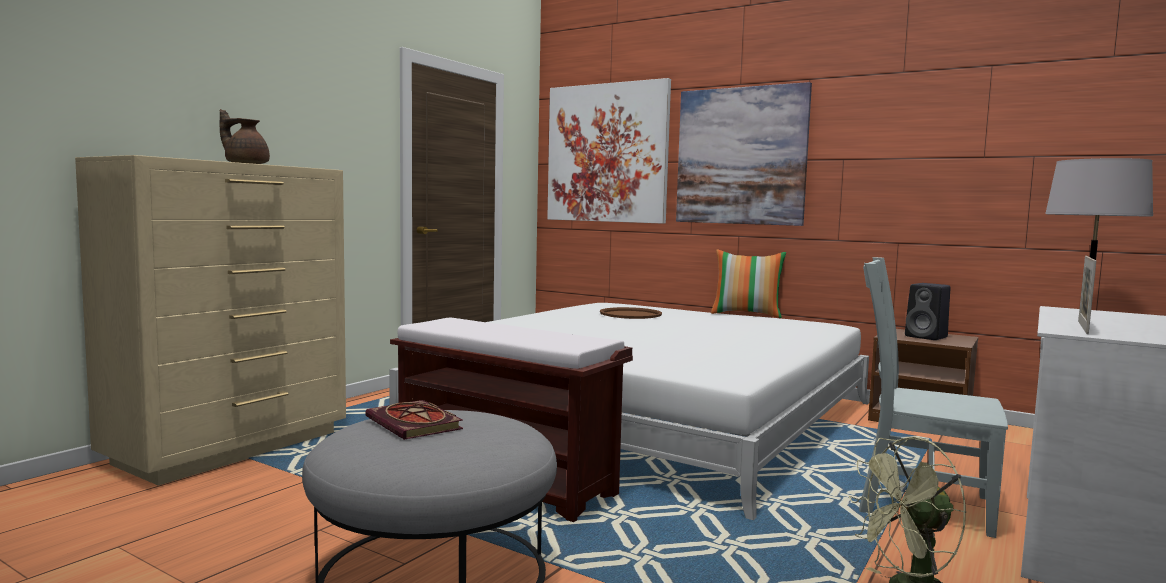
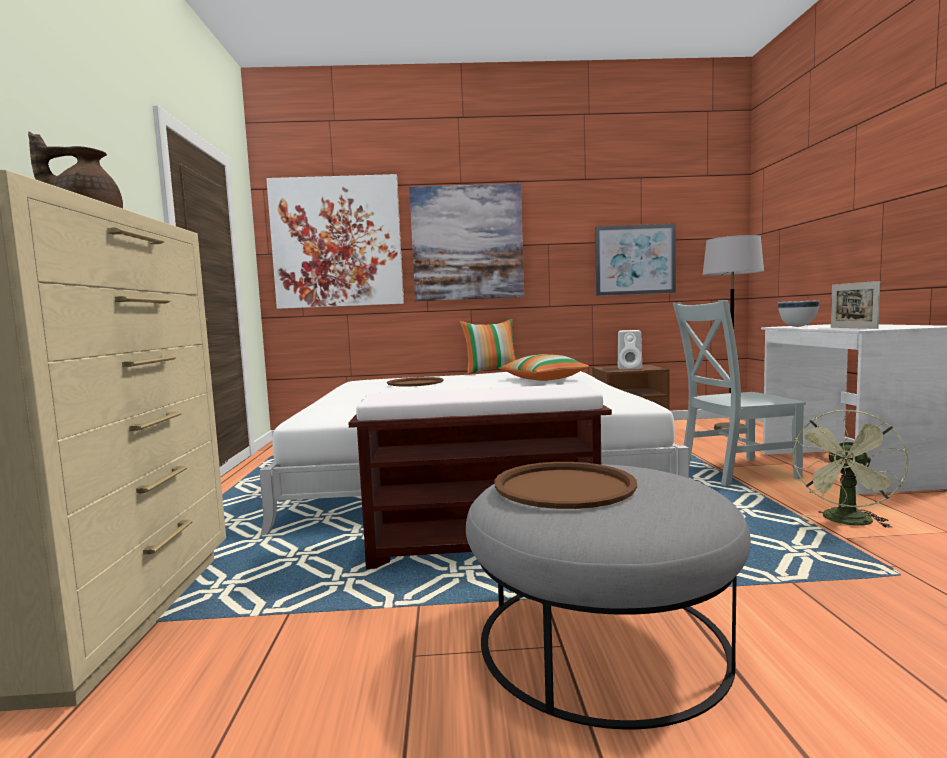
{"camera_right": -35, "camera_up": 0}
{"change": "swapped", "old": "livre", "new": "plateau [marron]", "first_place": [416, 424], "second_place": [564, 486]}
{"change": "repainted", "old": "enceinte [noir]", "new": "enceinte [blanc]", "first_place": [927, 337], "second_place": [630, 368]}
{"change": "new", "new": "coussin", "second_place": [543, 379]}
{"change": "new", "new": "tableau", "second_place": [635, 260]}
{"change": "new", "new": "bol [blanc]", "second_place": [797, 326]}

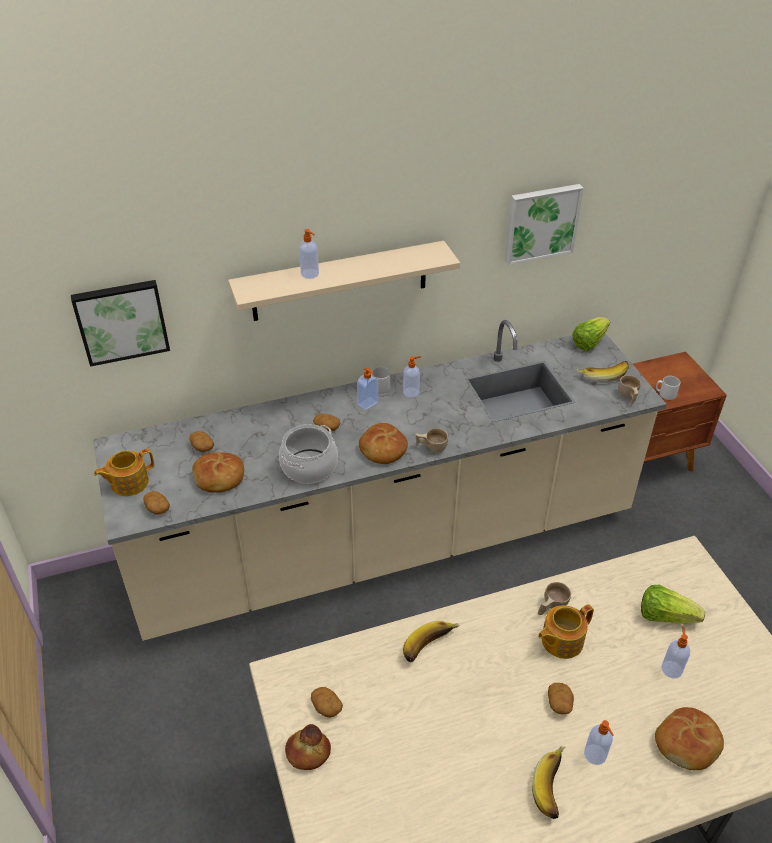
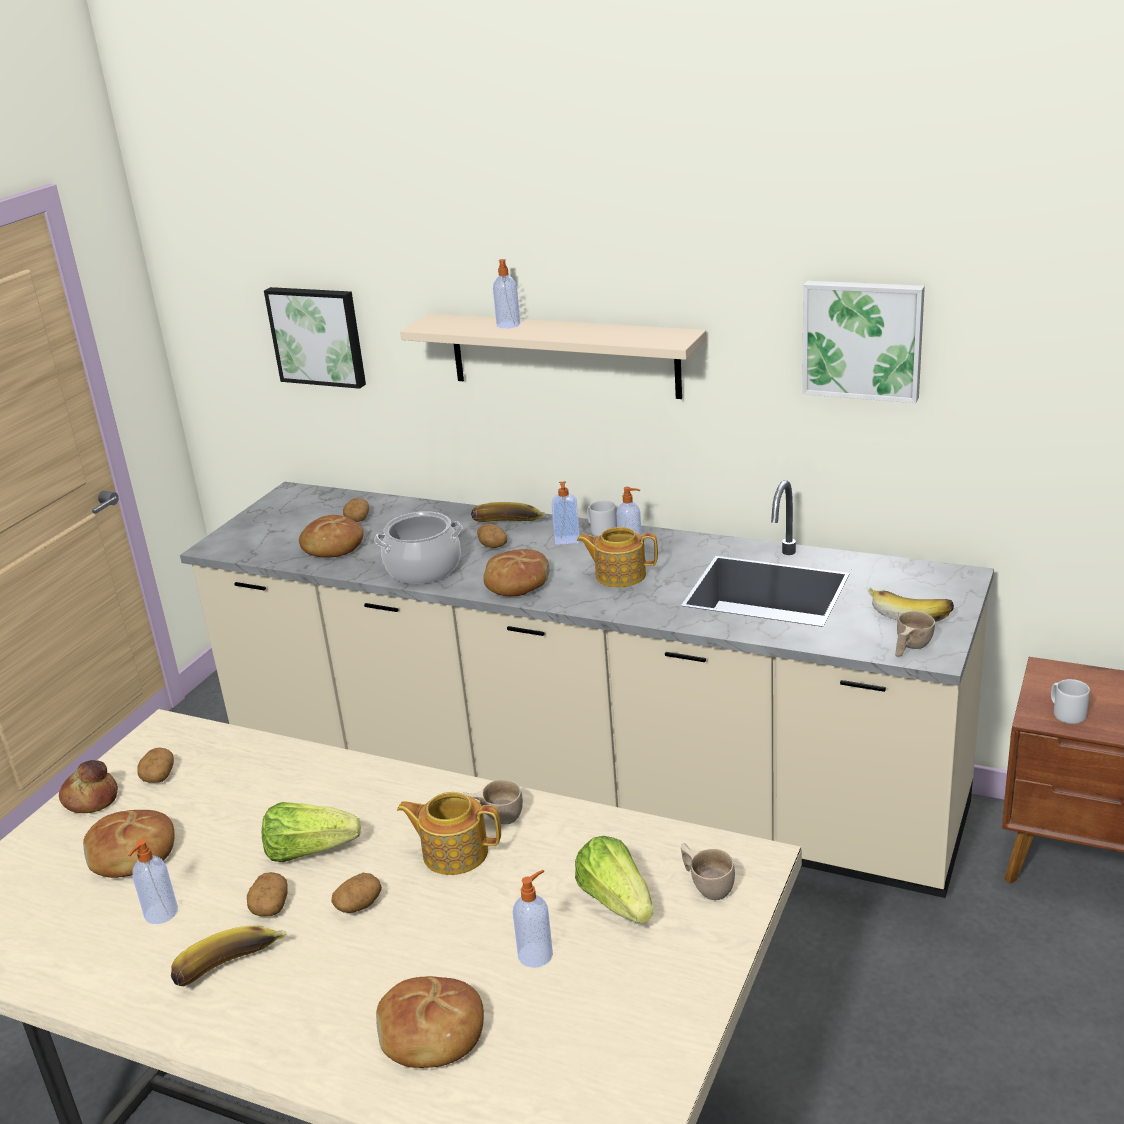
{"camera_right": 45, "camera_up": -15}
{"change": "shifted", "old": "théière", "first_place": [128, 483], "second_place": [619, 575]}
{"change": "shifted", "old": "pomme de terre", "first_place": [157, 508], "second_place": [269, 905]}
{"change": "shifted", "old": "banane", "first_place": [430, 648], "second_place": [508, 526]}
{"change": "shifted", "old": "tasse [beige]", "first_place": [431, 447], "second_place": [707, 885]}
{"change": "shifted", "old": "laitue", "first_place": [589, 342], "second_place": [309, 851]}
{"change": "shifted", "old": "distributeur de savon", "first_place": [595, 755], "second_place": [160, 914]}
{"change": "new", "new": "pain", "second_place": [132, 855]}

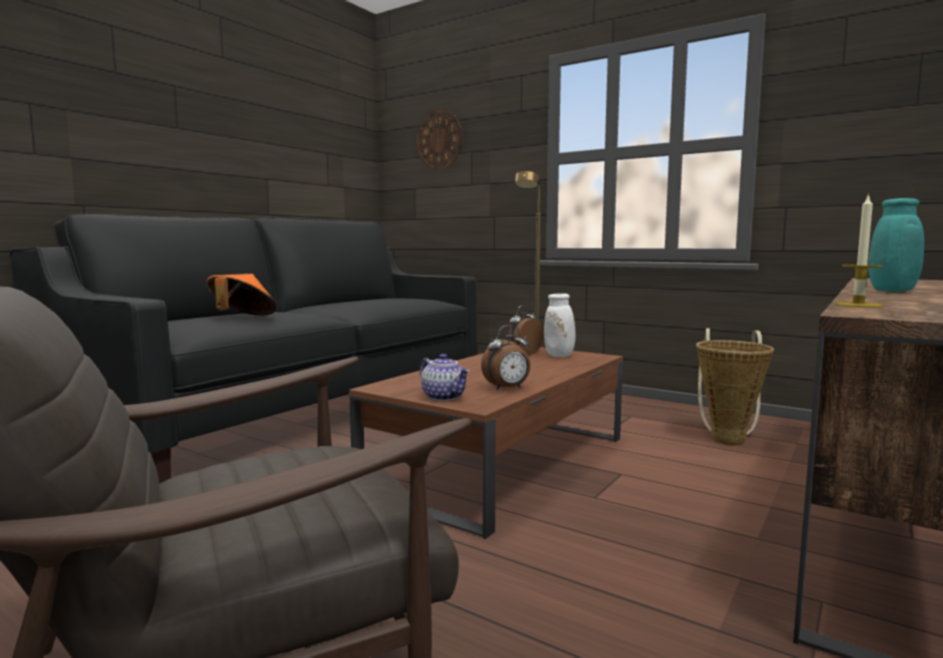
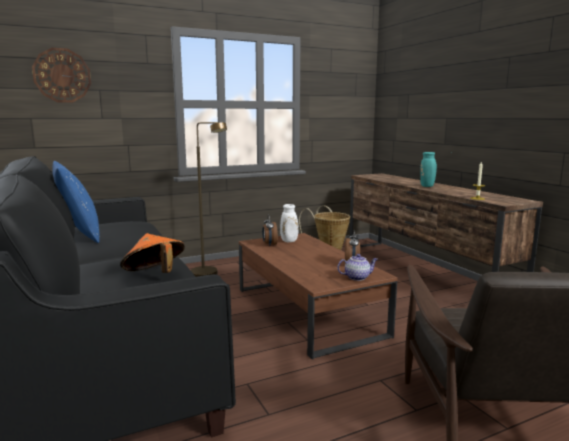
{"camera_right": -60, "camera_up": 5}
{"change": "new", "new": "coussin [bleu]", "second_place": [79, 235]}

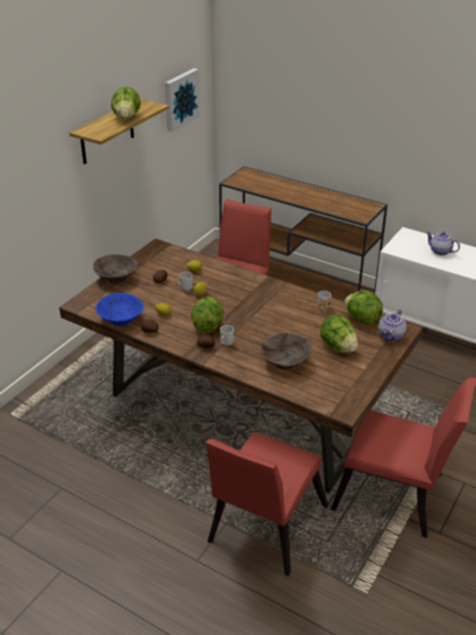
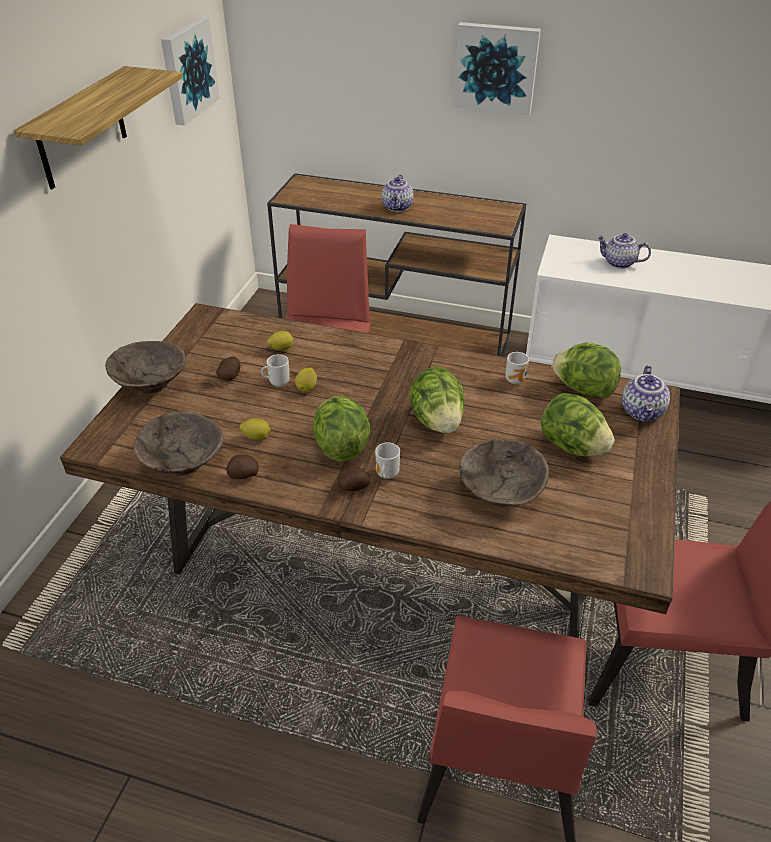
{"camera_right": -15, "camera_up": 5}
{"change": "repainted", "old": "bol [bleu]", "new": "bol [marron]", "first_place": [120, 320], "second_place": [182, 462]}
{"change": "shifted", "old": "laitue", "first_place": [127, 117], "second_place": [437, 421]}
{"change": "new", "new": "théière", "second_place": [398, 207]}
{"change": "new", "new": "tableau", "second_place": [496, 68]}

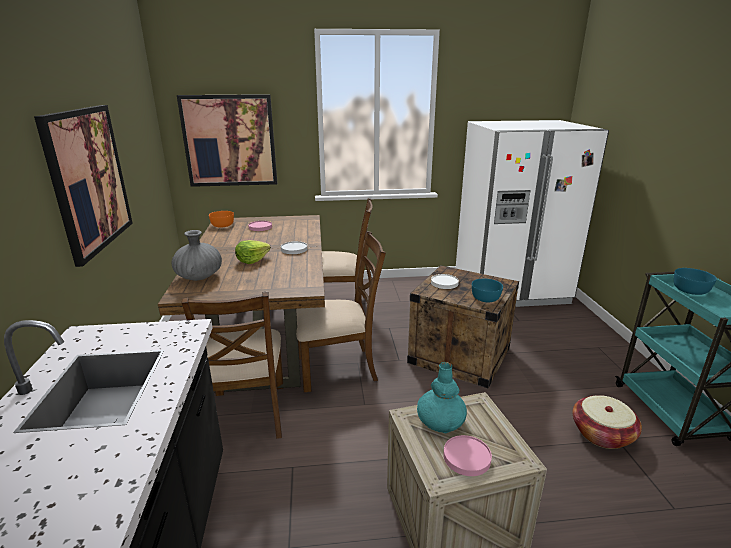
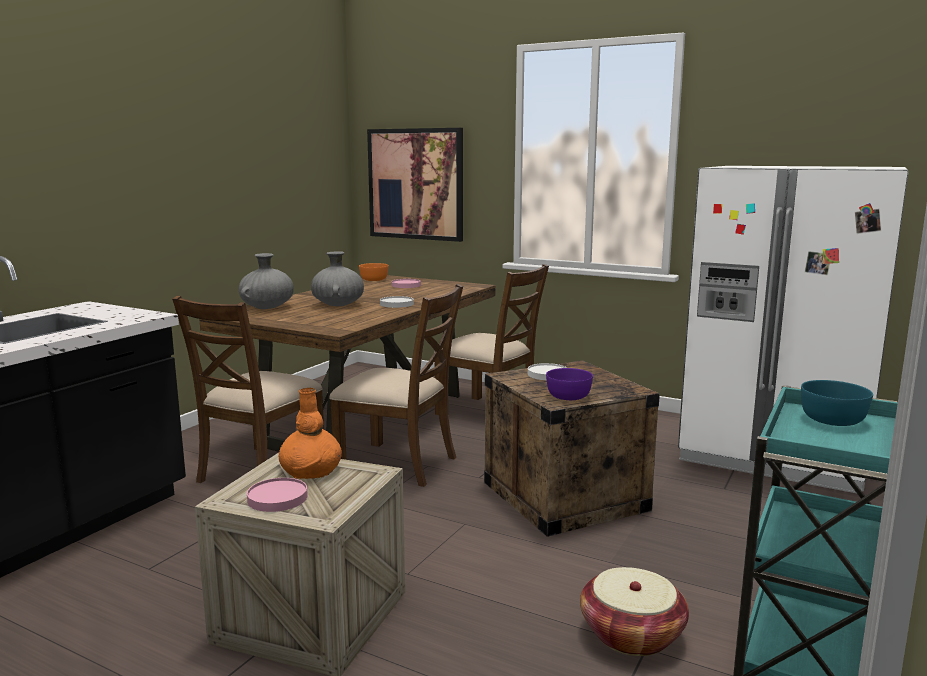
{"camera_right": 35, "camera_up": -10}
{"change": "gone", "old": "tableau", "first_place": [89, 180]}
{"change": "swapped", "old": "laitue", "new": "vase [gris]", "first_place": [252, 260], "second_place": [338, 305]}
{"change": "repainted", "old": "vase [turquoise]", "new": "vase [orange]", "first_place": [441, 420], "second_place": [311, 470]}
{"change": "repainted", "old": "bol [turquoise]", "new": "bol [violet]", "first_place": [486, 298], "second_place": [569, 396]}

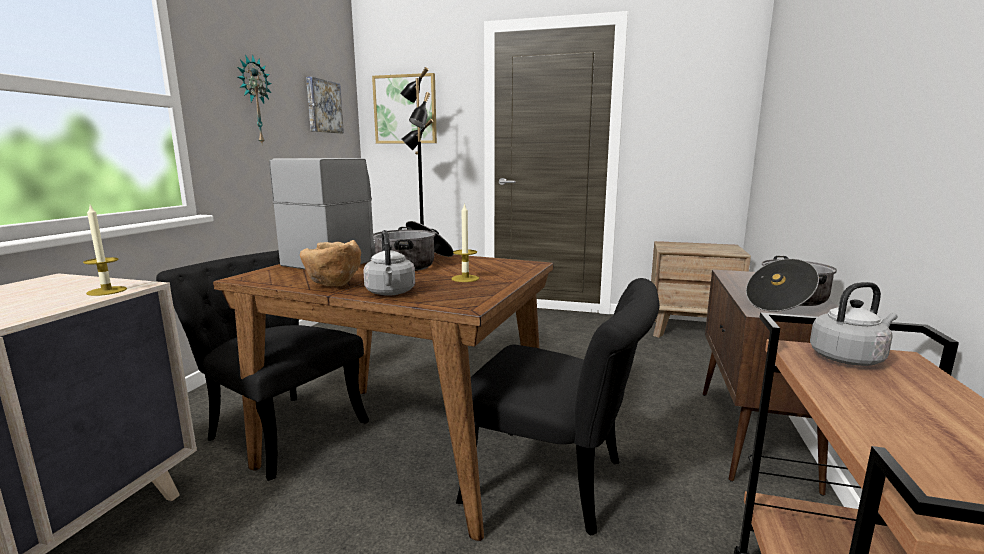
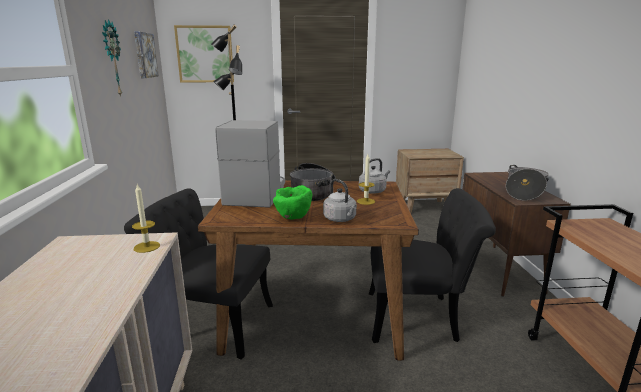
{"camera_right": -20, "camera_up": 5}
{"change": "repainted", "old": "bol [marron]", "new": "bol [vert]", "first_place": [333, 285], "second_place": [293, 218]}
{"change": "shifted", "old": "bouilloire [gris]", "first_place": [849, 358], "second_place": [373, 191]}

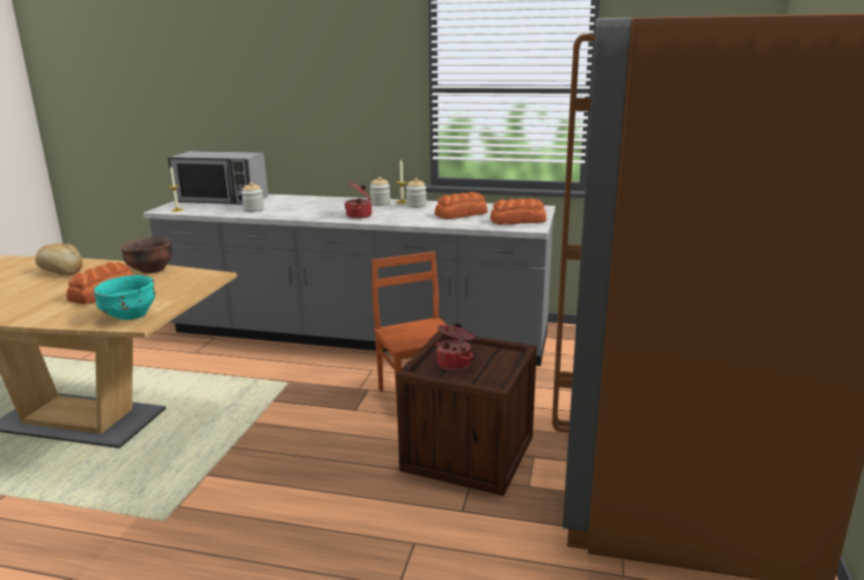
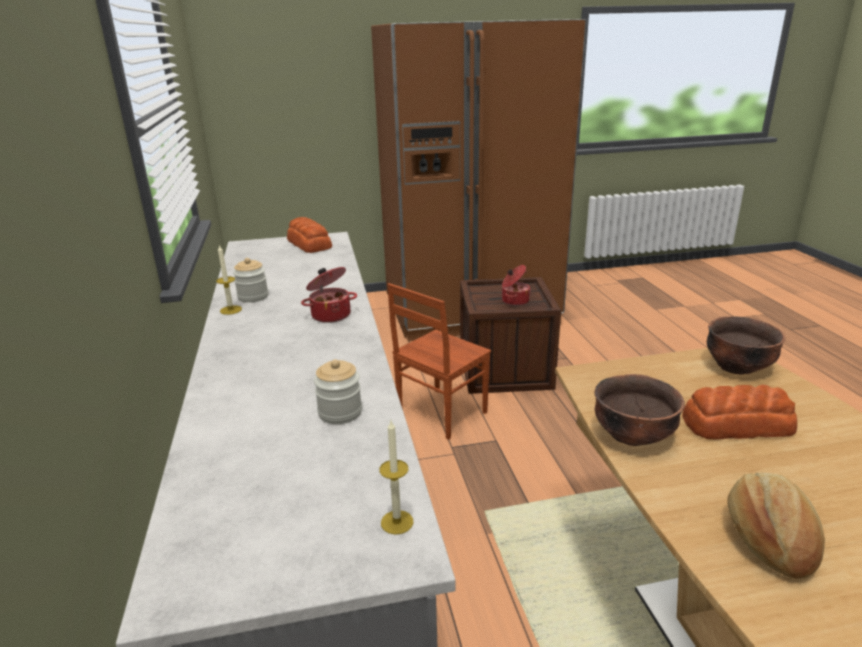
{"camera_right": -115, "camera_up": 5}
{"change": "repainted", "old": "bol [turquoise]", "new": "bol [marron]", "first_place": [130, 316], "second_place": [737, 367]}
{"change": "gone", "old": "micro-ondes", "first_place": [221, 200]}
{"change": "gone", "old": "bocal", "first_place": [380, 204]}
{"change": "gone", "old": "pain", "first_place": [462, 214]}

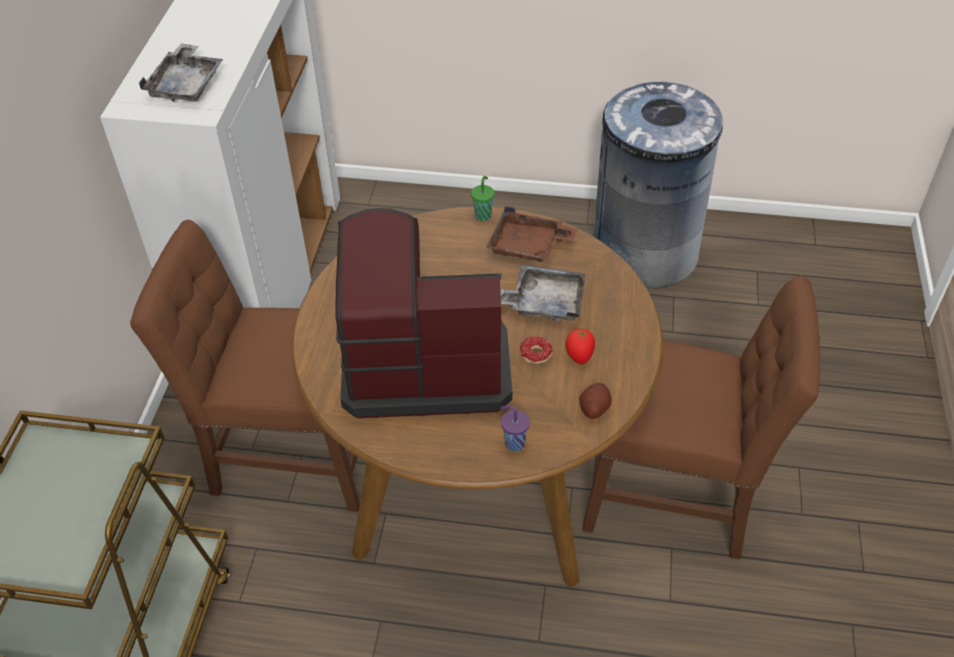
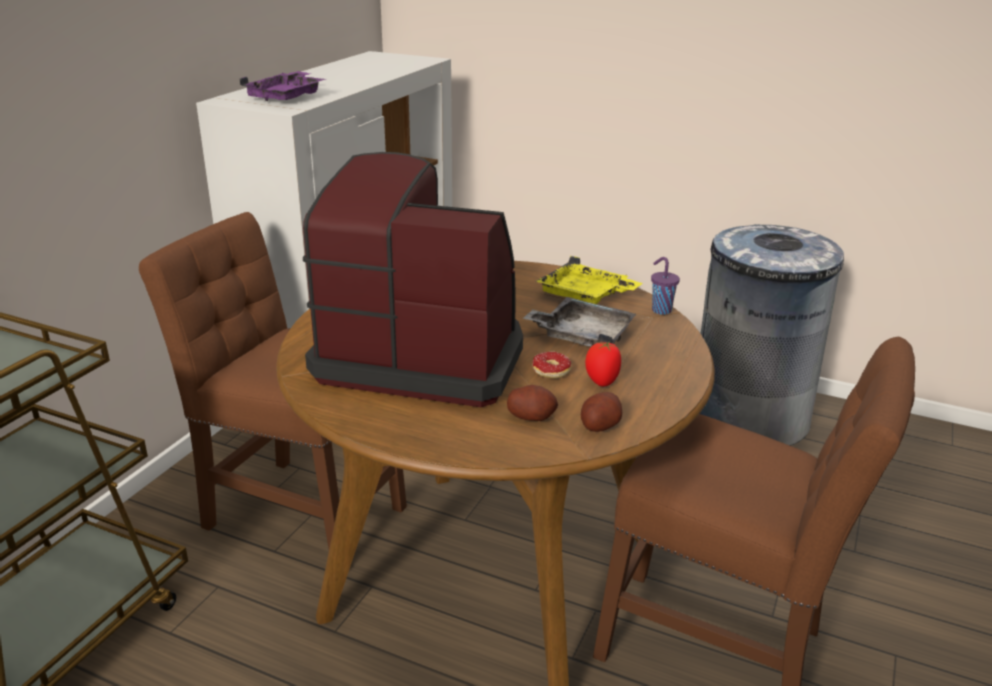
{"camera_right": 15, "camera_up": -20}
{"change": "repainted", "old": "plateau [gris]", "new": "plateau [violet]", "first_place": [186, 85], "second_place": [287, 97]}
{"change": "gone", "old": "tasse [vert]", "first_place": [483, 215]}
{"change": "repainted", "old": "plateau [marron]", "new": "plateau [jaune]", "first_place": [528, 246], "second_place": [585, 295]}
{"change": "shifted", "old": "tasse [violet]", "first_place": [513, 443], "second_place": [660, 310]}
{"change": "new", "new": "pomme de terre", "second_place": [531, 417]}

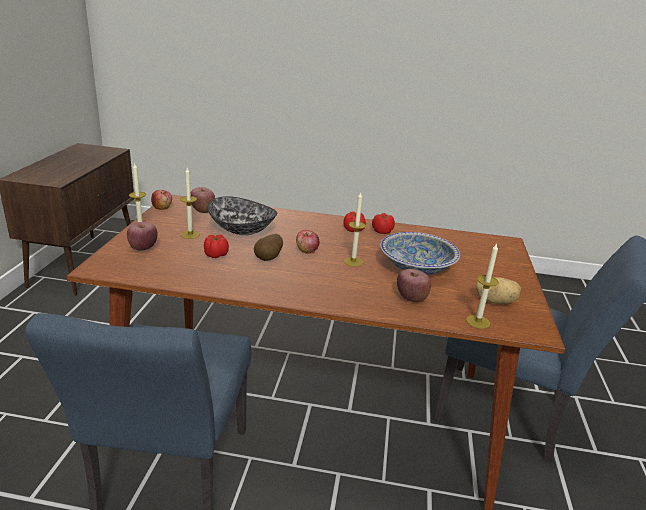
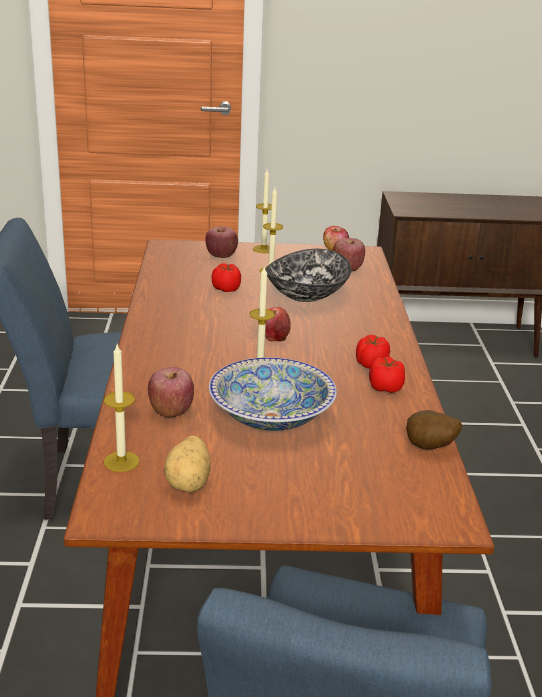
{"camera_right": 80, "camera_up": 0}
{"change": "shifted", "old": "pomme de terre", "first_place": [269, 259], "second_place": [429, 448]}

